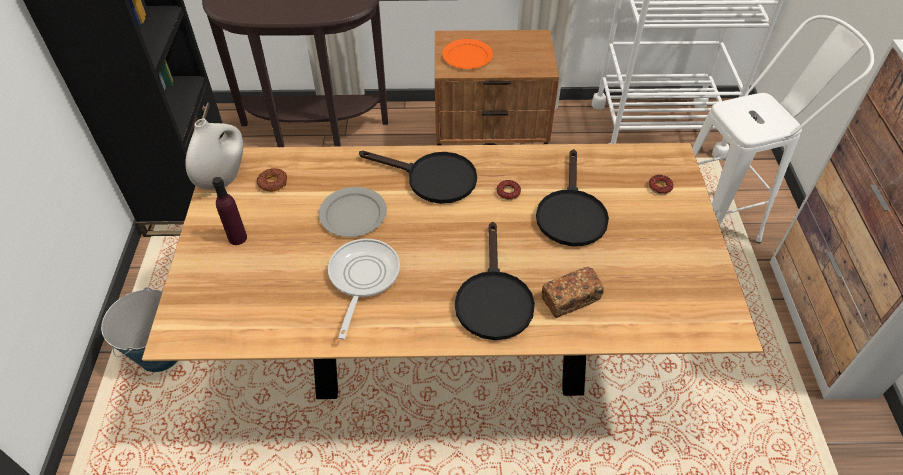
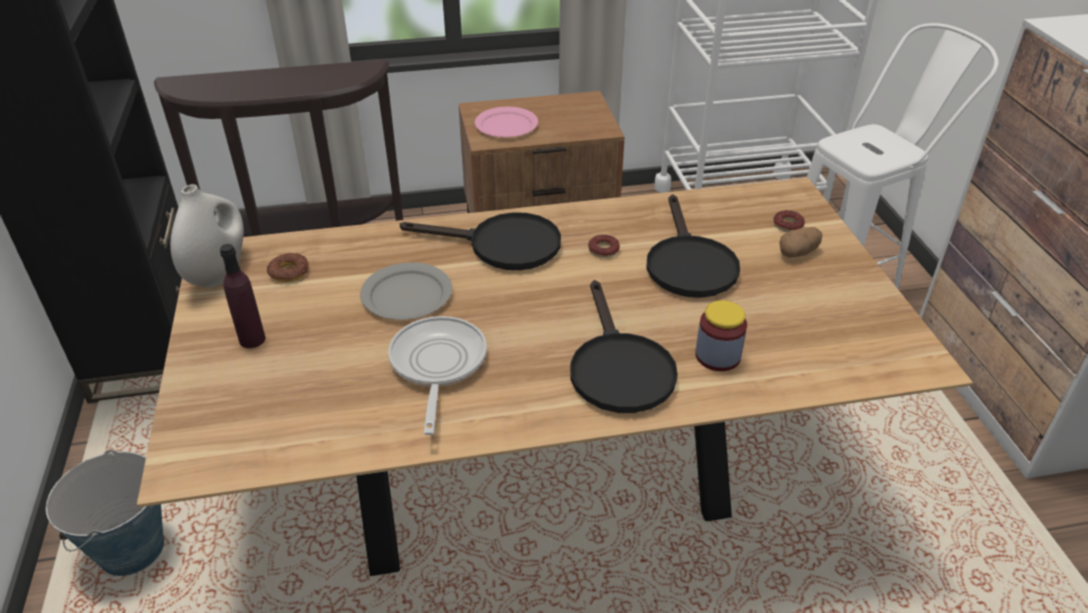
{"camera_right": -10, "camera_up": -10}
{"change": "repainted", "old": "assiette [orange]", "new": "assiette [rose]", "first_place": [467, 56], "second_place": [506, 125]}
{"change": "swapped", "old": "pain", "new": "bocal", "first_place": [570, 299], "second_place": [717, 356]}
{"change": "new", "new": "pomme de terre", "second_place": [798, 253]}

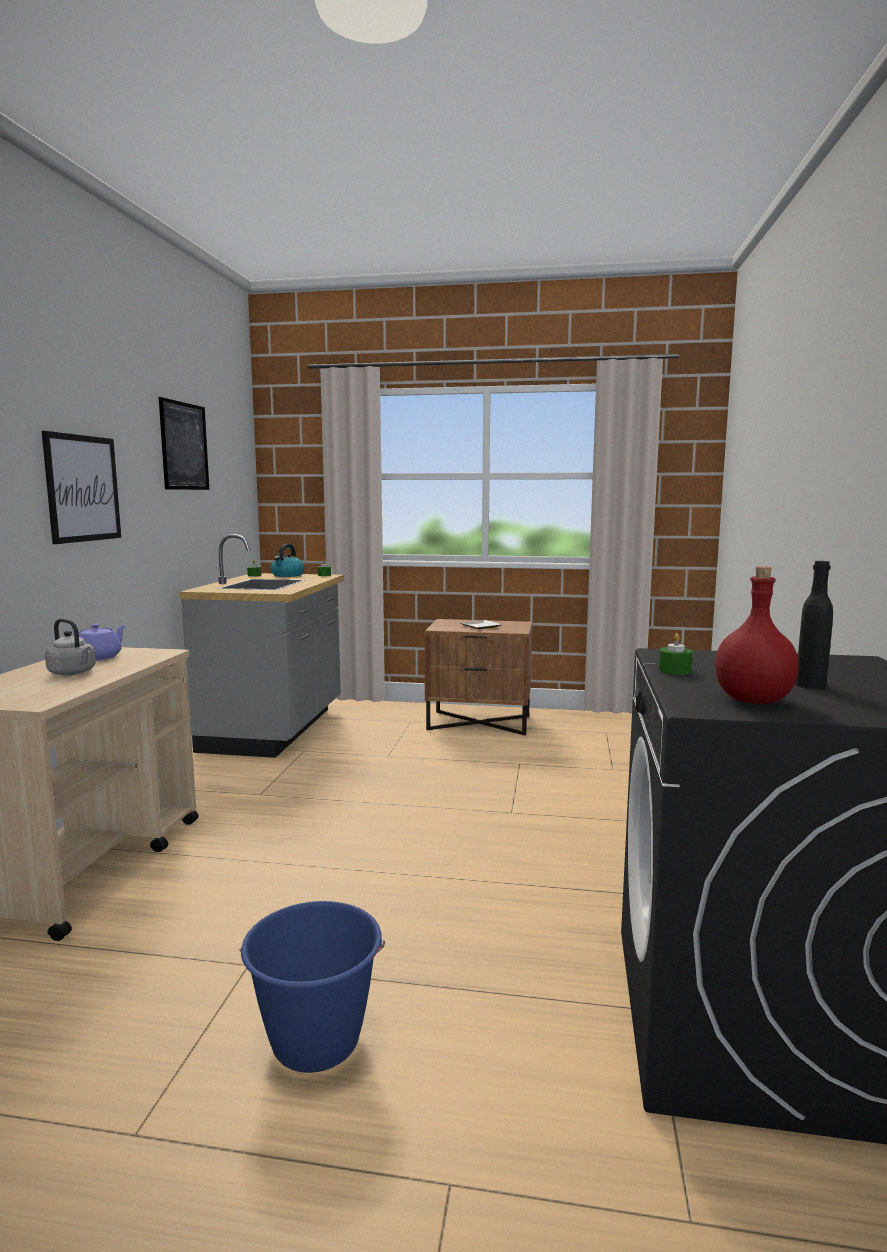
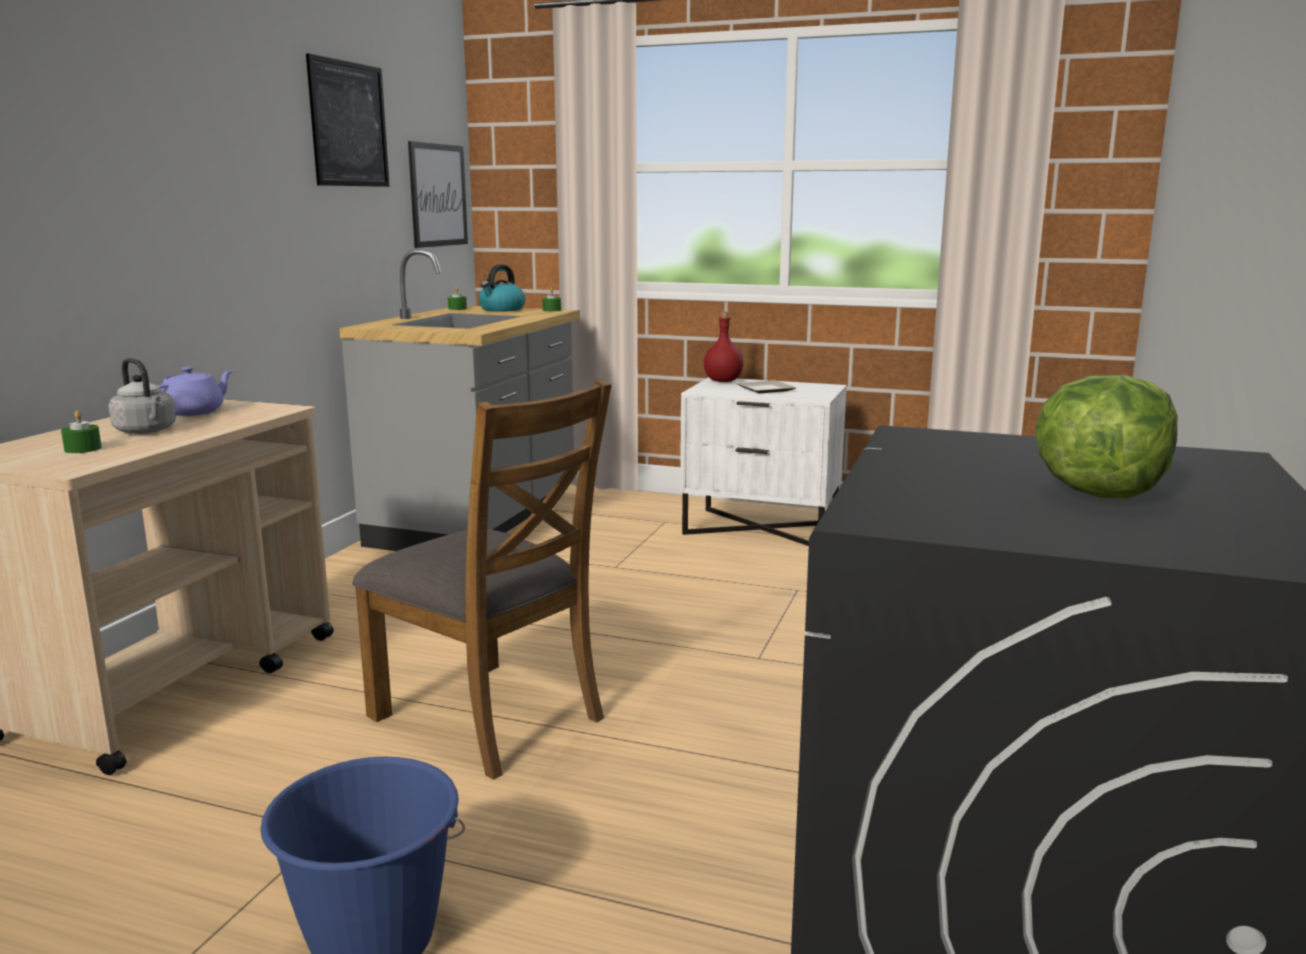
{"camera_right": 10, "camera_up": 5}
{"change": "shifted", "old": "tableau", "first_place": [83, 488], "second_place": [438, 195]}
{"change": "repainted", "old": "table de chevet [marron]", "new": "table de chevet [blanc]", "first_place": [479, 722], "second_place": [762, 528]}
{"change": "shifted", "old": "bougie [vert]", "first_place": [674, 670], "second_place": [83, 449]}
{"change": "shifted", "old": "bouteille [rouge]", "first_place": [753, 700], "second_place": [723, 381]}
{"change": "swapped", "old": "bouteille [noir]", "new": "laitue", "first_place": [810, 685], "second_place": [1098, 493]}
{"change": "new", "new": "chaise [marron]", "second_place": [489, 716]}

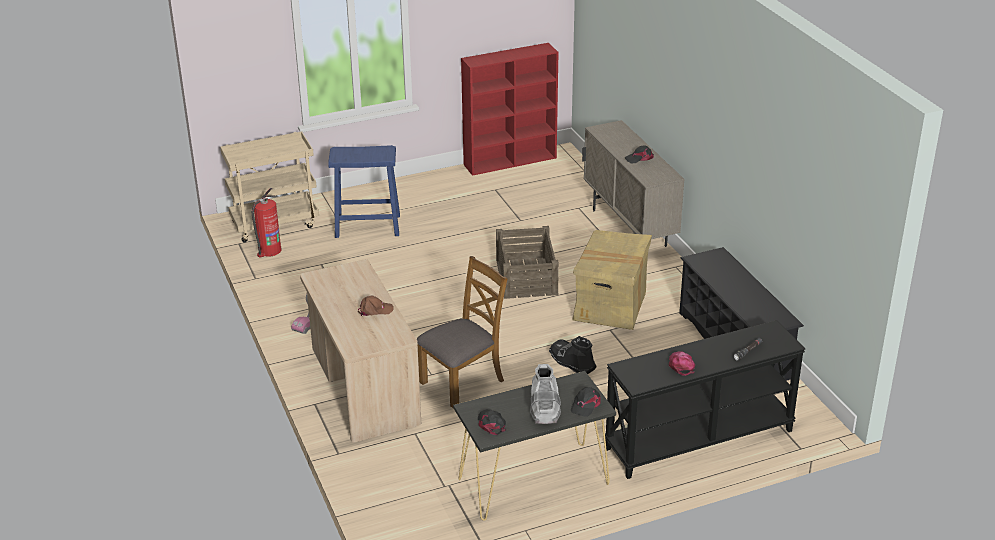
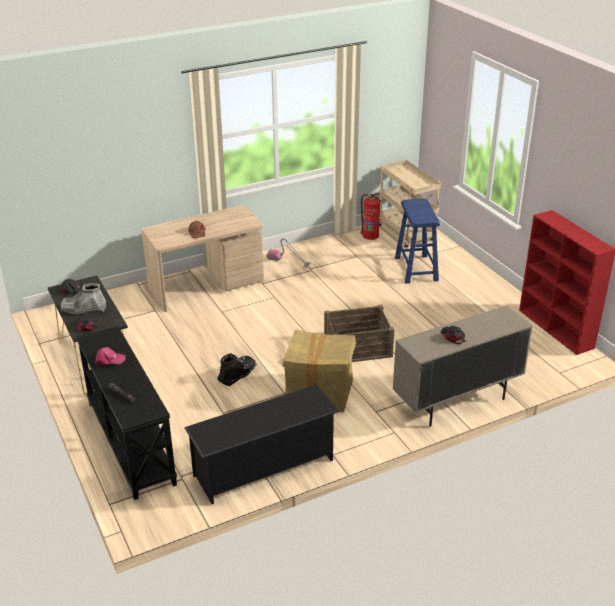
{"camera_right": 85, "camera_up": 0}
{"change": "gone", "old": "chaise [marron]", "first_place": [463, 381]}

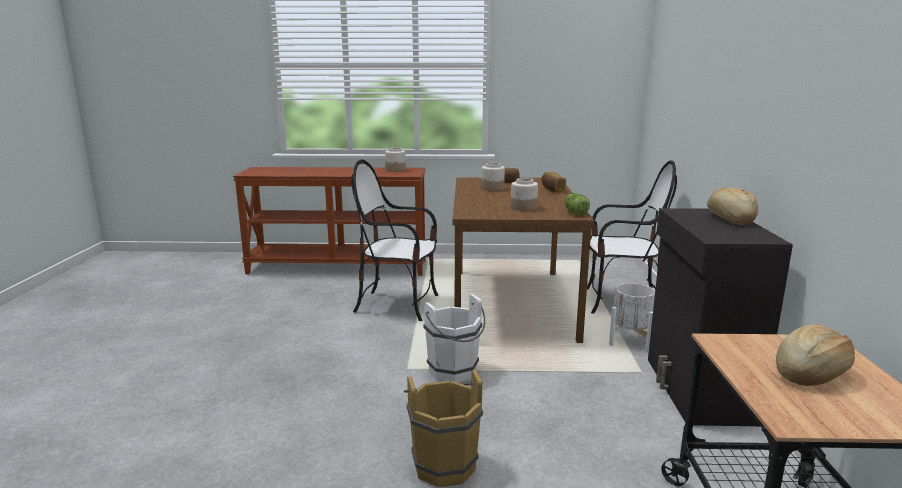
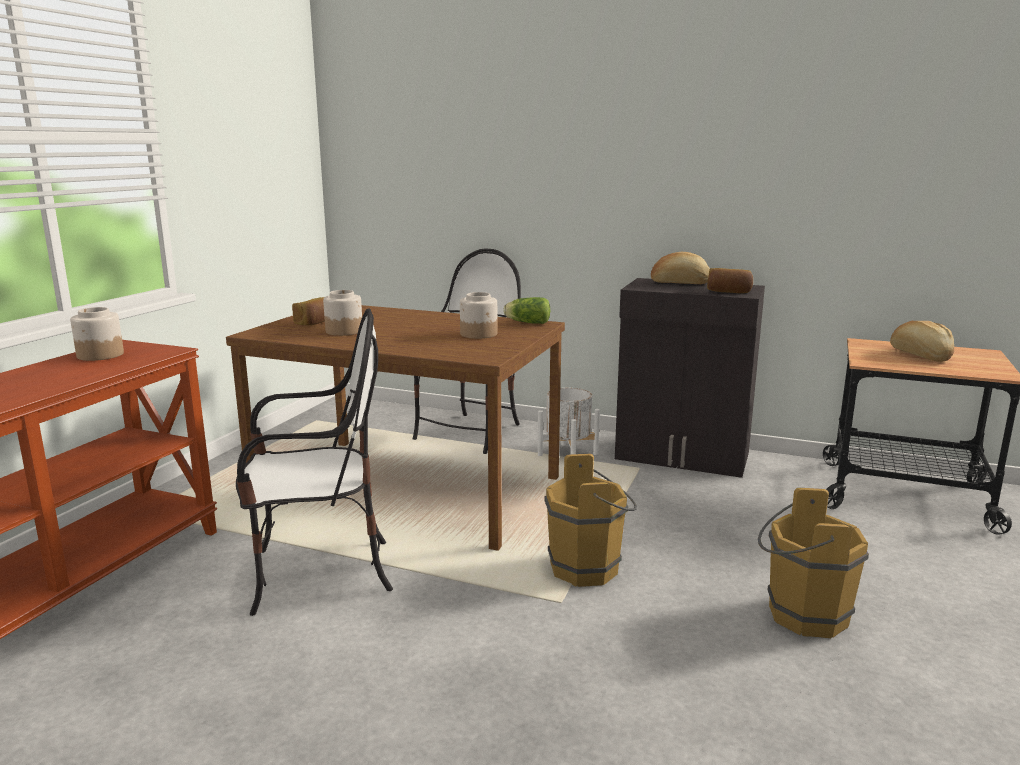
{"camera_right": -70, "camera_up": 0}
{"change": "rotated", "old": "chaise", "first_place": [398, 305], "second_place": [319, 574], "degrees": -135}
{"change": "repainted", "old": "seau [blanc]", "new": "seau [marron]", "first_place": [454, 373], "second_place": [589, 569]}
{"change": "shifted", "old": "pain", "first_place": [552, 189], "second_place": [728, 292]}

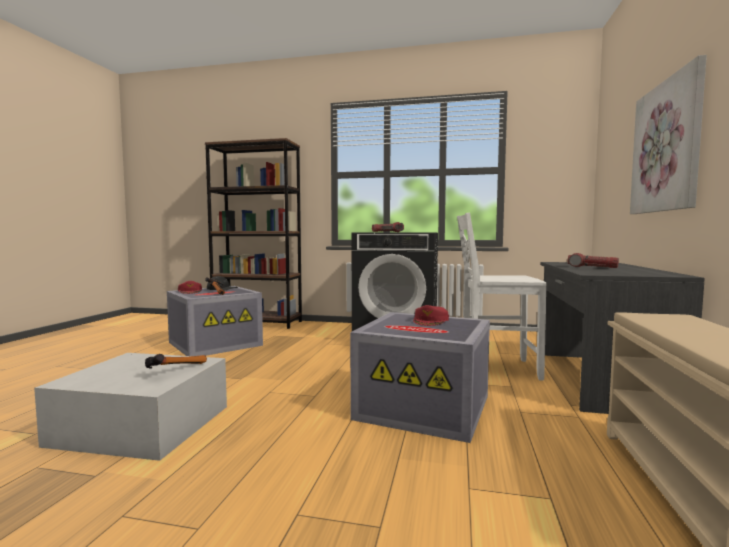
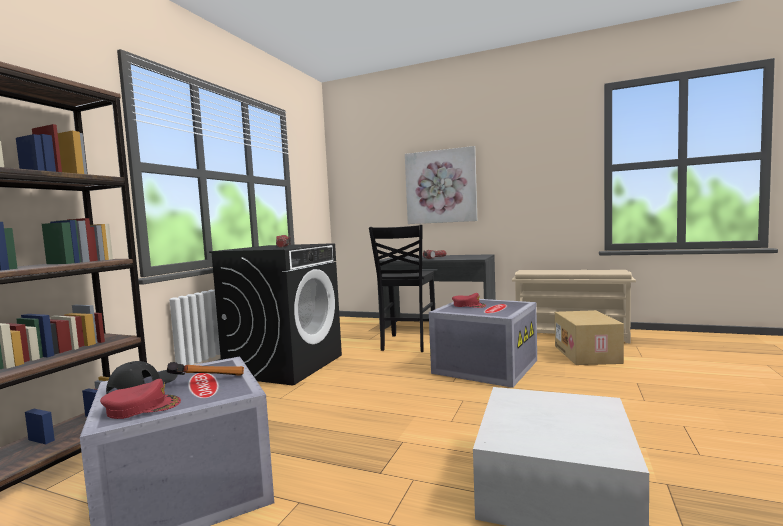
{"camera_right": -80, "camera_up": 0}
{"change": "gone", "old": "marteau", "first_place": [175, 370]}
{"change": "repainted", "old": "chaise [blanc]", "new": "chaise [noir]", "first_place": [495, 368], "second_place": [407, 343]}
{"change": "new", "new": "carton", "second_place": [588, 354]}

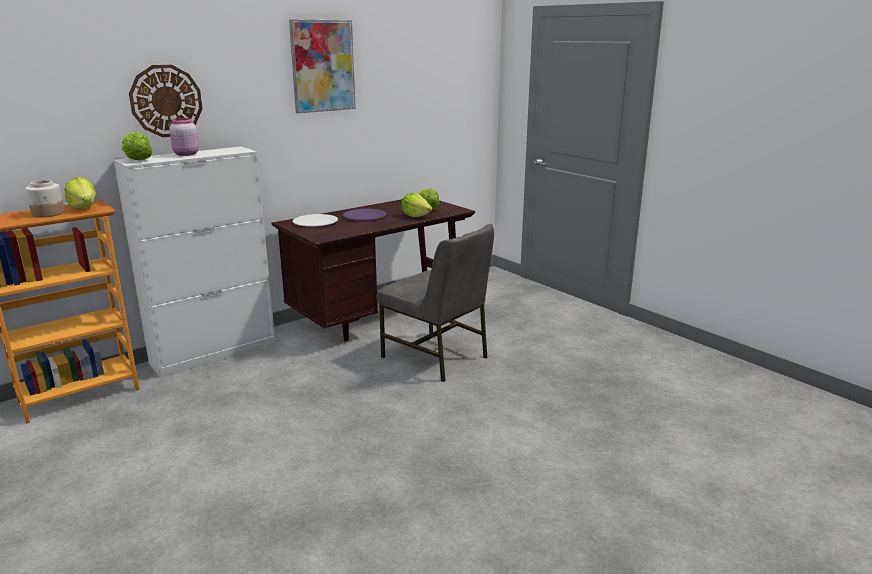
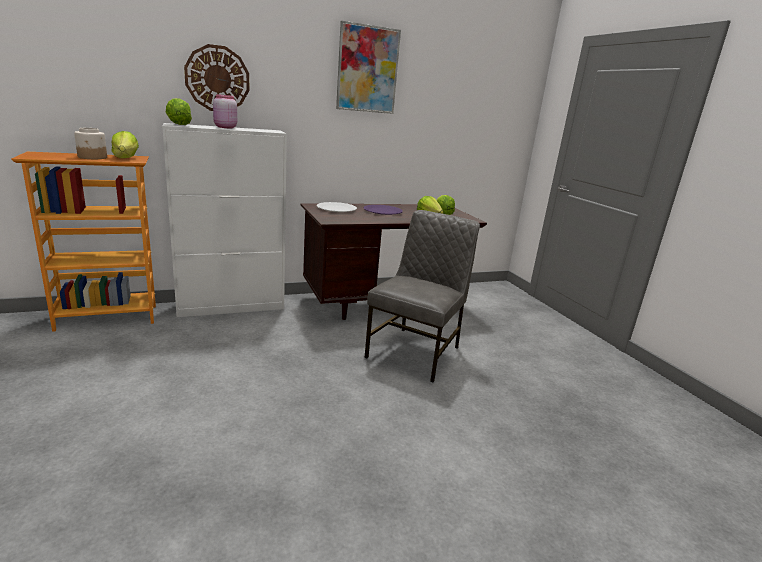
{"camera_right": 15, "camera_up": 0}
{"change": "rotated", "old": "chaise [gris]", "first_place": [436, 357], "second_place": [416, 352], "degrees": -120}

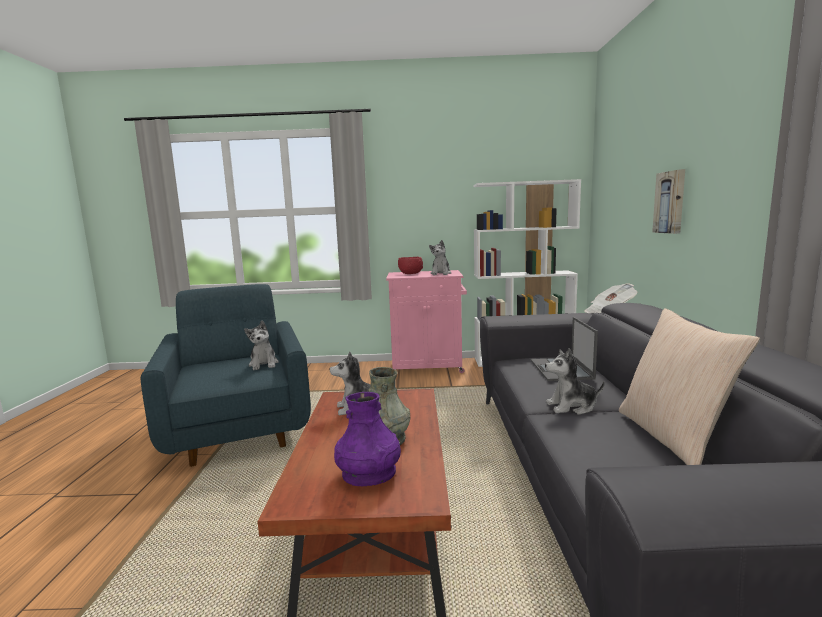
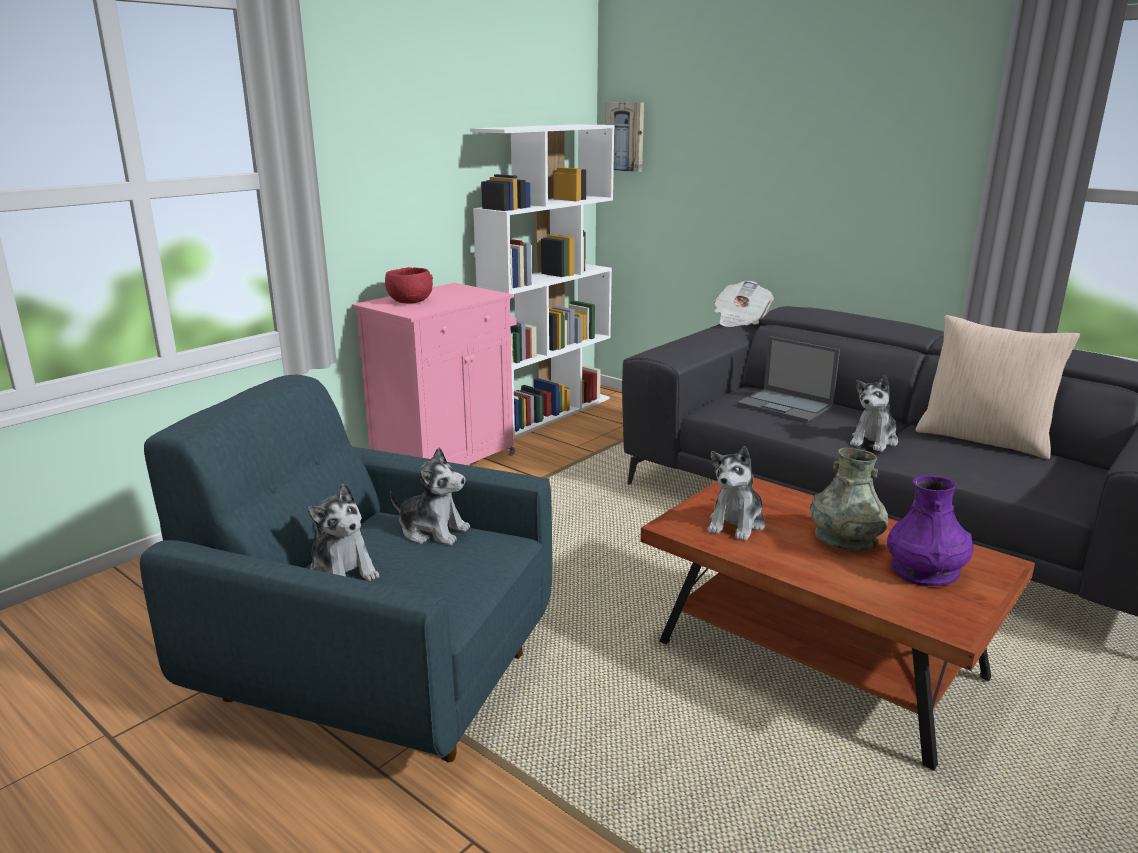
{"camera_right": -50, "camera_up": 10}
{"change": "shifted", "old": "peluche", "first_place": [441, 273], "second_place": [343, 571]}
{"change": "shifted", "old": "tableau", "first_place": [670, 202], "second_place": [625, 136]}

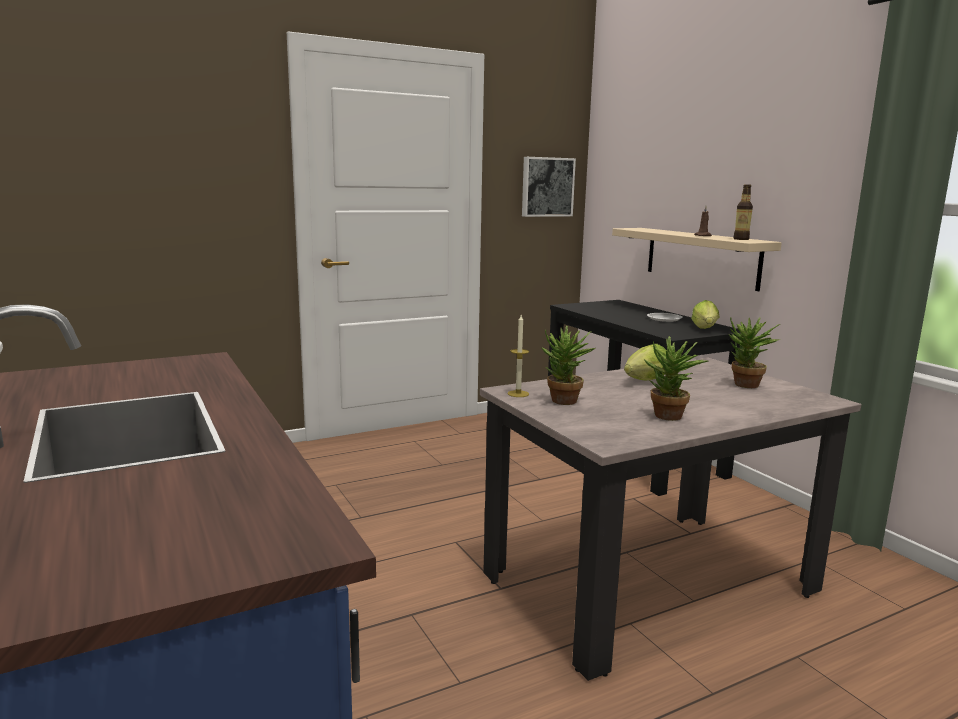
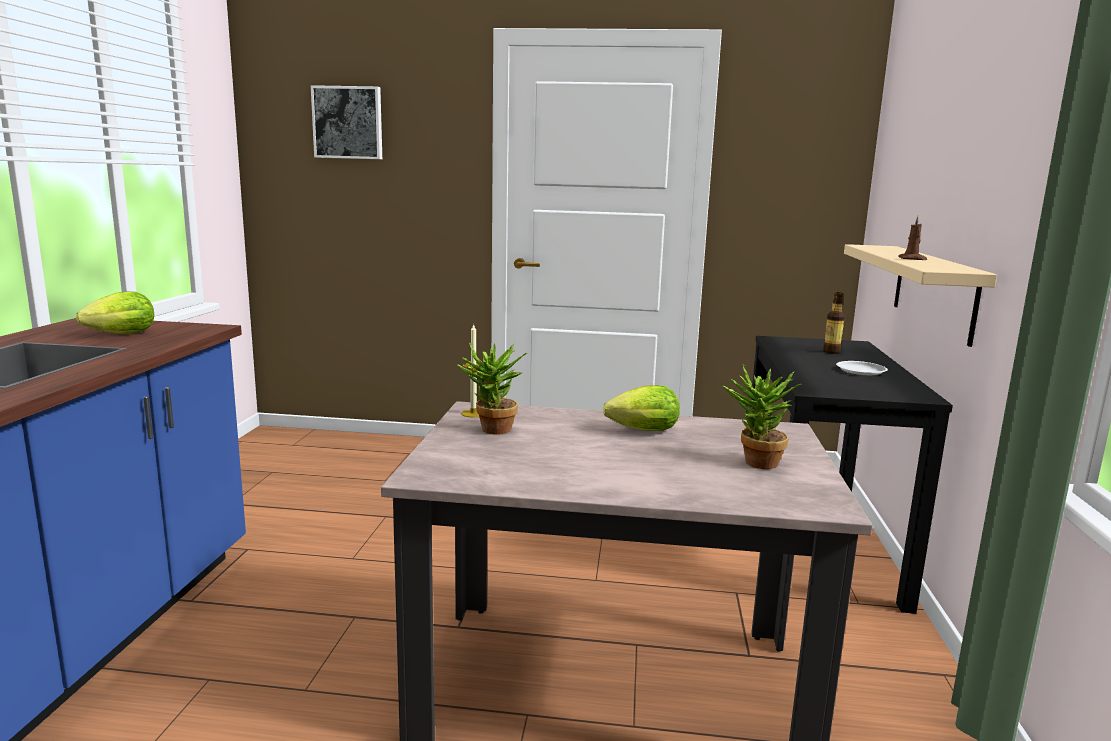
{"camera_right": 35, "camera_up": 0}
{"change": "shifted", "old": "tableau", "first_place": [547, 187], "second_place": [348, 123]}
{"change": "gone", "old": "plante en pot", "first_place": [669, 418]}
{"change": "shifted", "old": "laitue", "first_place": [705, 329], "second_place": [118, 335]}
{"change": "shifted", "old": "bouteille", "first_place": [741, 239], "second_place": [831, 352]}

